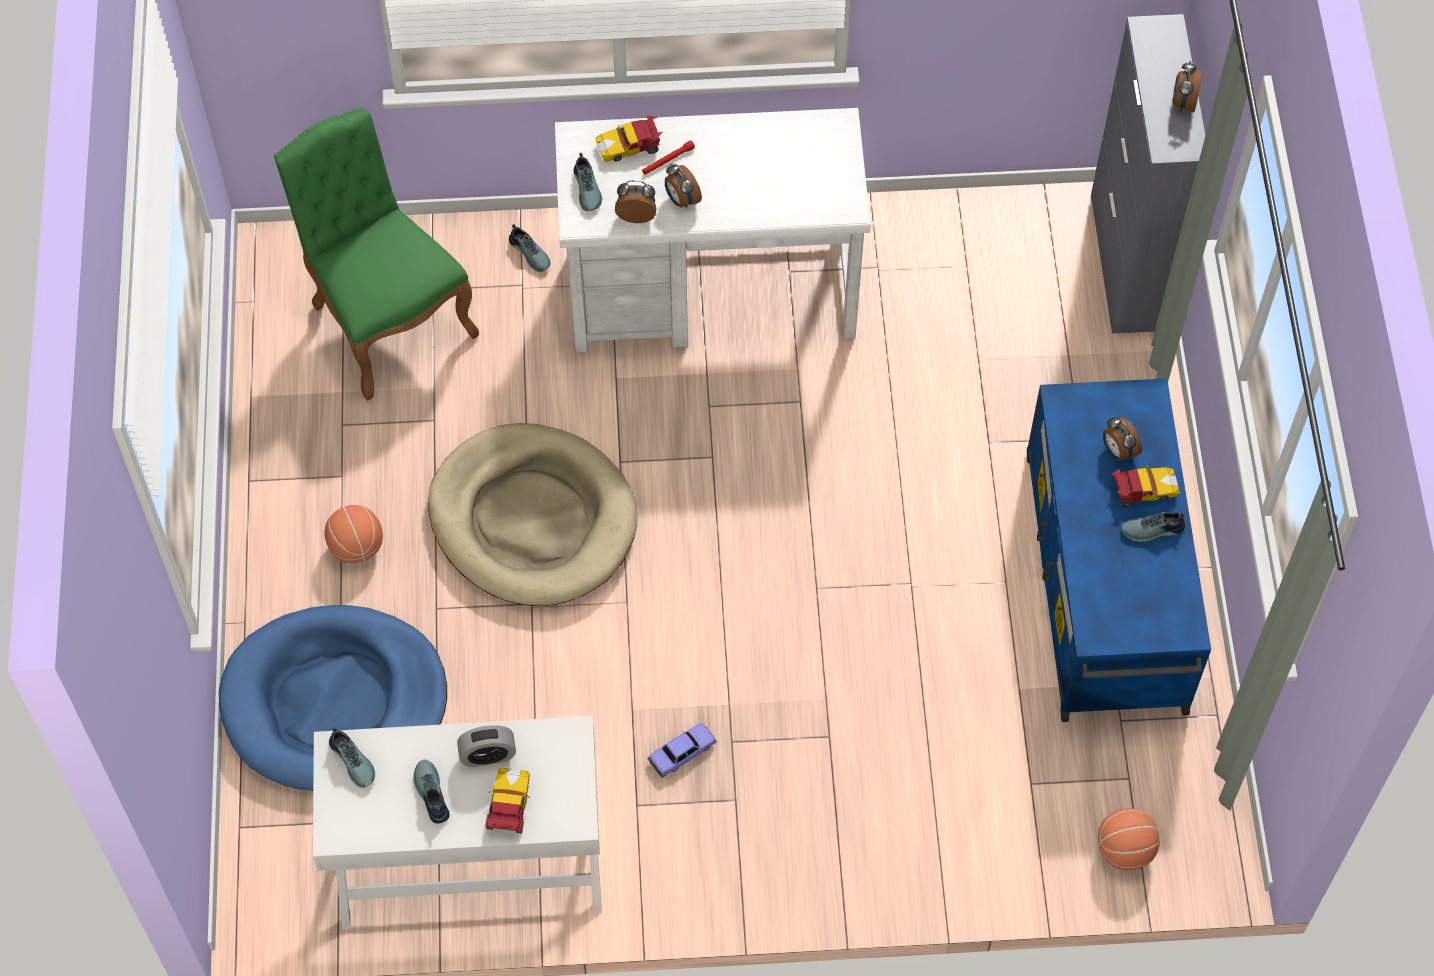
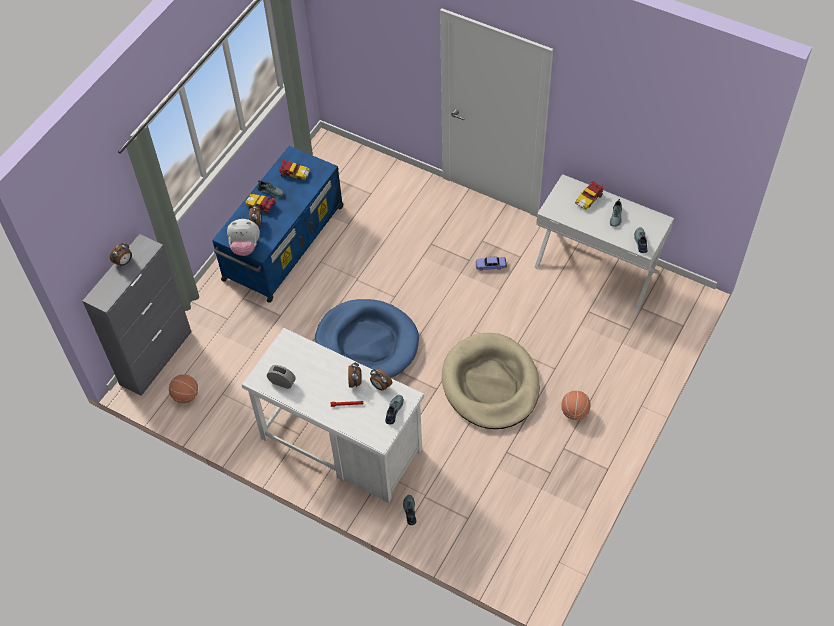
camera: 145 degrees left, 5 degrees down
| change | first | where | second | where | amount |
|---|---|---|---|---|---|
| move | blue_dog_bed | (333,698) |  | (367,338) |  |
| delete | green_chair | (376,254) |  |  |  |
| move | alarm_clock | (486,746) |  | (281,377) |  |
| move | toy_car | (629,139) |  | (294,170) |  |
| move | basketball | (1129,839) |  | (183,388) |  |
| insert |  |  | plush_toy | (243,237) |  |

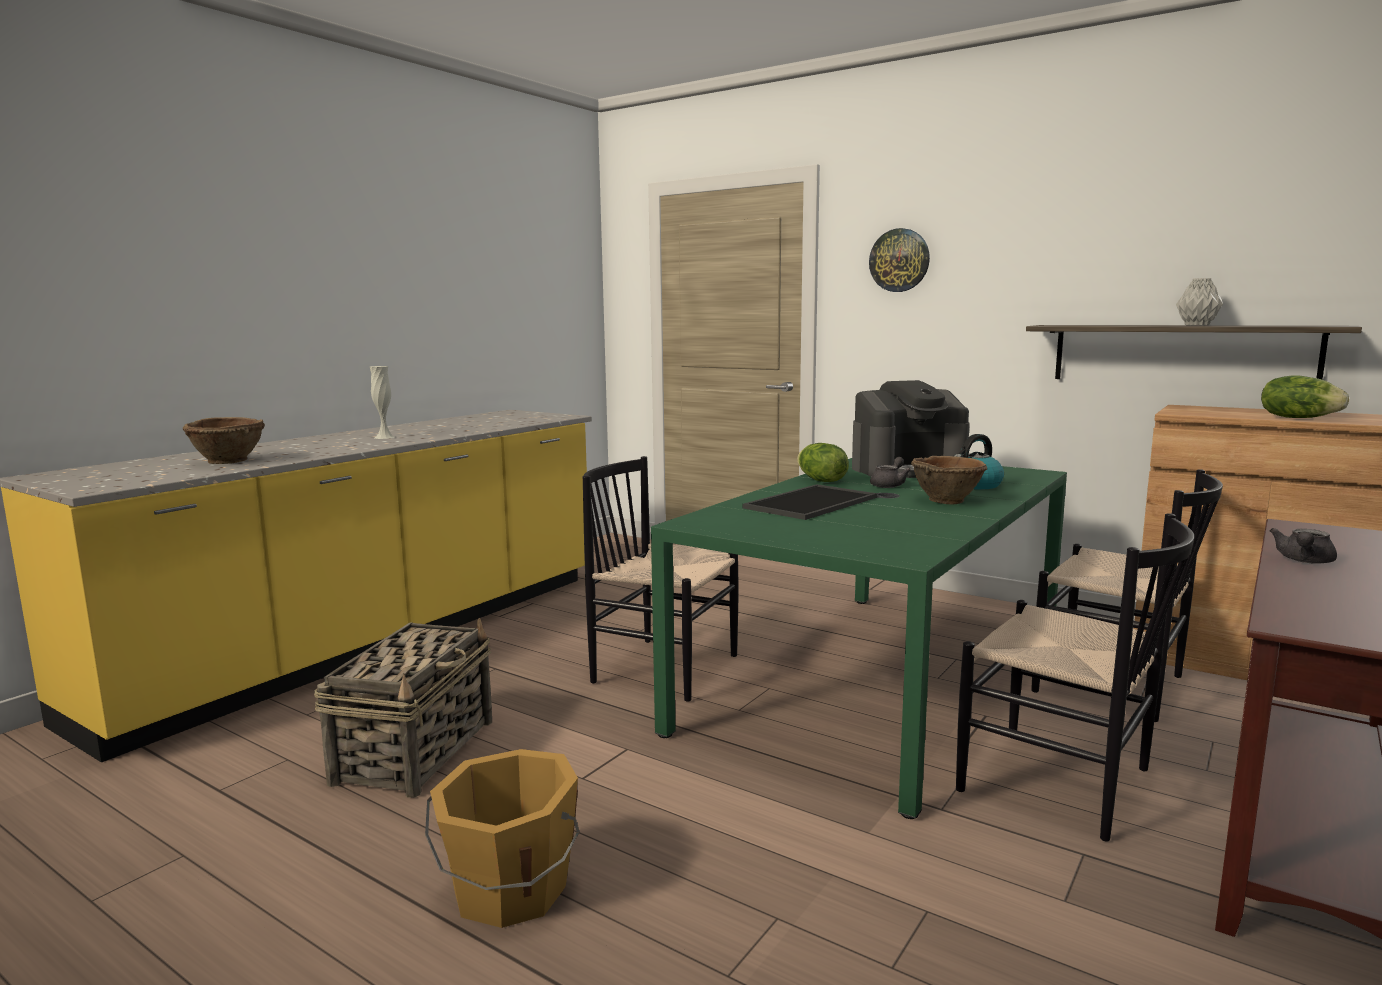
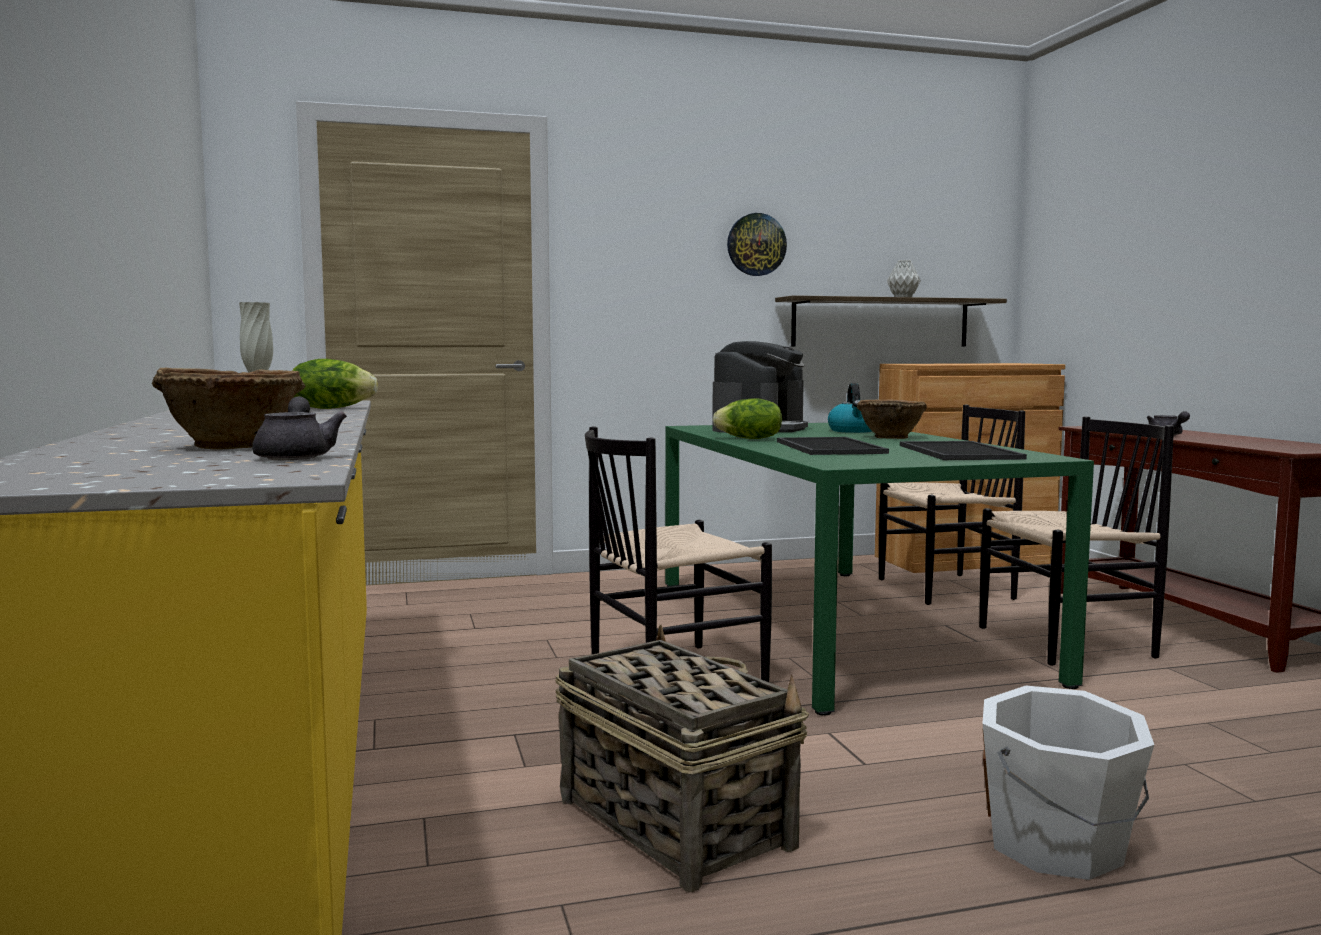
camera: 50 degrees left, 5 degrees down
| change | first | where | second | where | amount |
|---|---|---|---|---|---|
| recolor | orange_bucket | (502,838) | white_bucket | (1068,783) |  |
| move | wall_clock | (899,260) |  | (757,244) |  |
| move | grey_teapot | (890,472) |  | (299,428) |  |
| move | lettuce | (1305,396) |  | (335,384) |  |
| insert |  |  | tray | (963,450) |  |

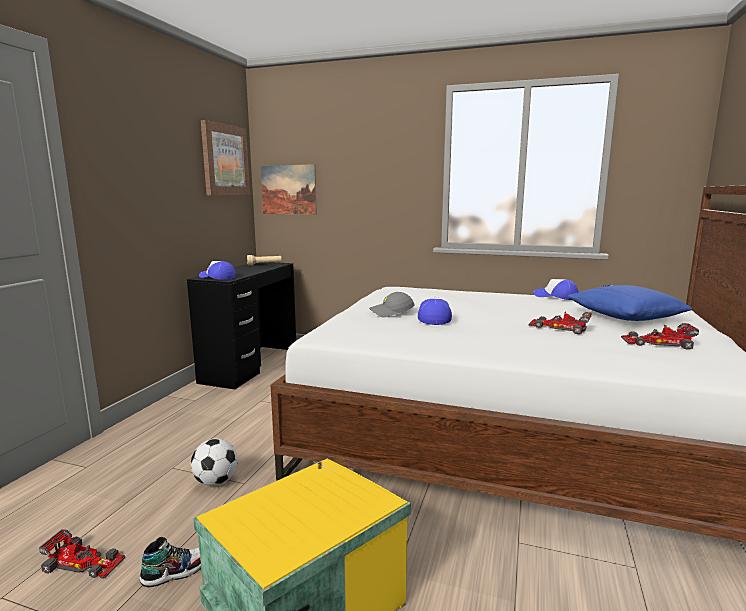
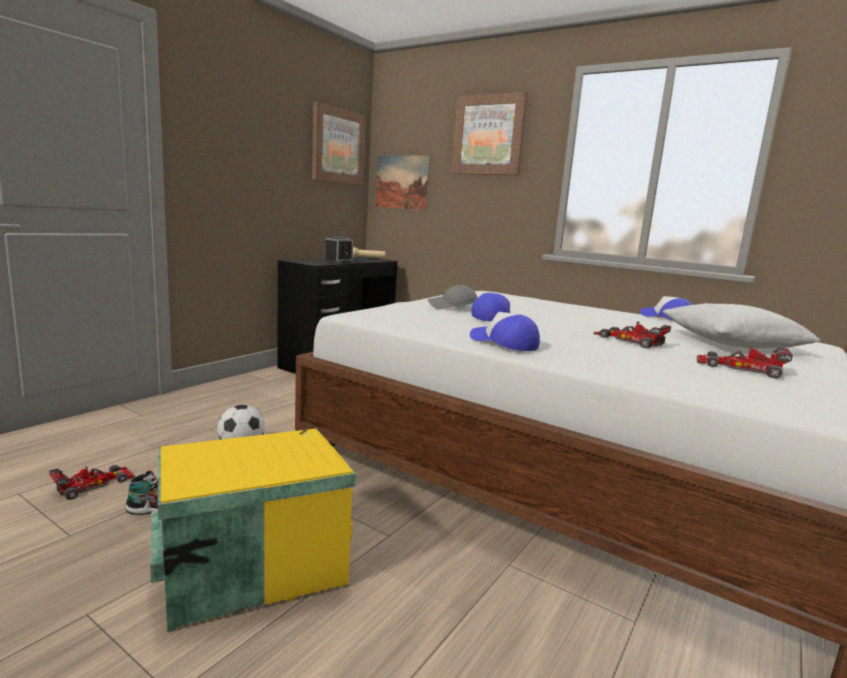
camera: 15 degrees right, 0 degrees up
| change | first | where | second | where | amount |
|---|---|---|---|---|---|
| rotate | toy_car | (82,554) |  | (92,482) | 75 degrees counterclockwise |
| move | cap | (217,270) |  | (505,331) |  |
| recolor | blue_pillow | (630,302) | grey_pillow | (742,325) |  |
| insert |  |  | alarm_clock | (339,249) |  |
| insert |  |  | picture | (489,133) |  |

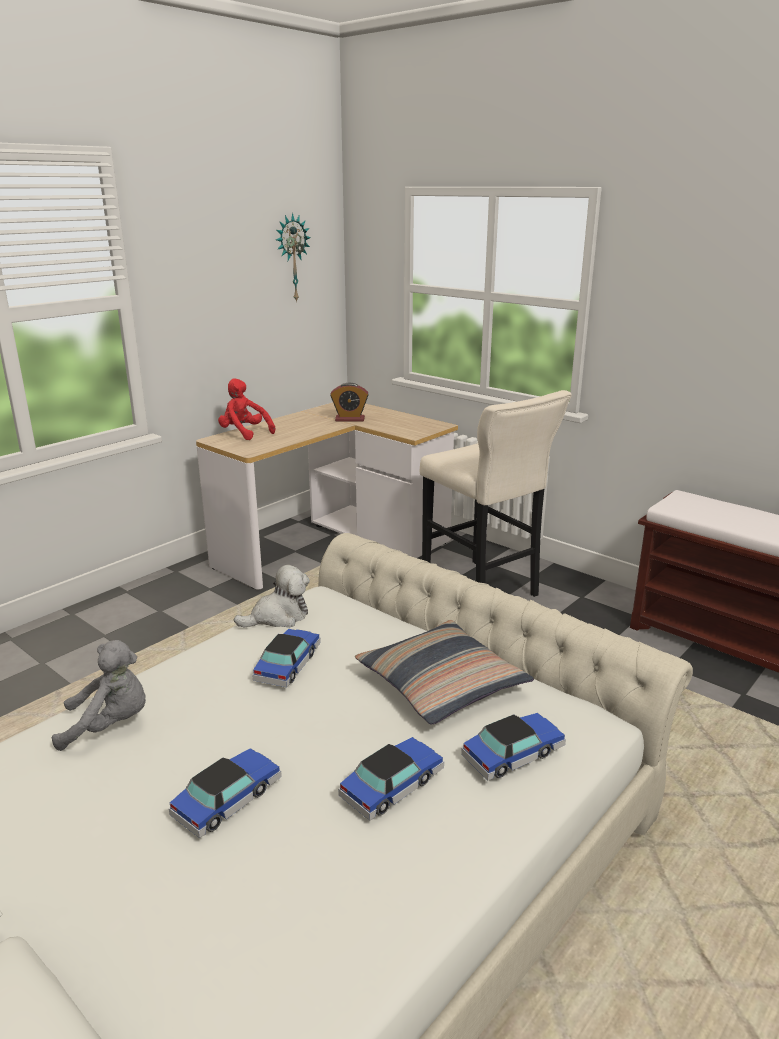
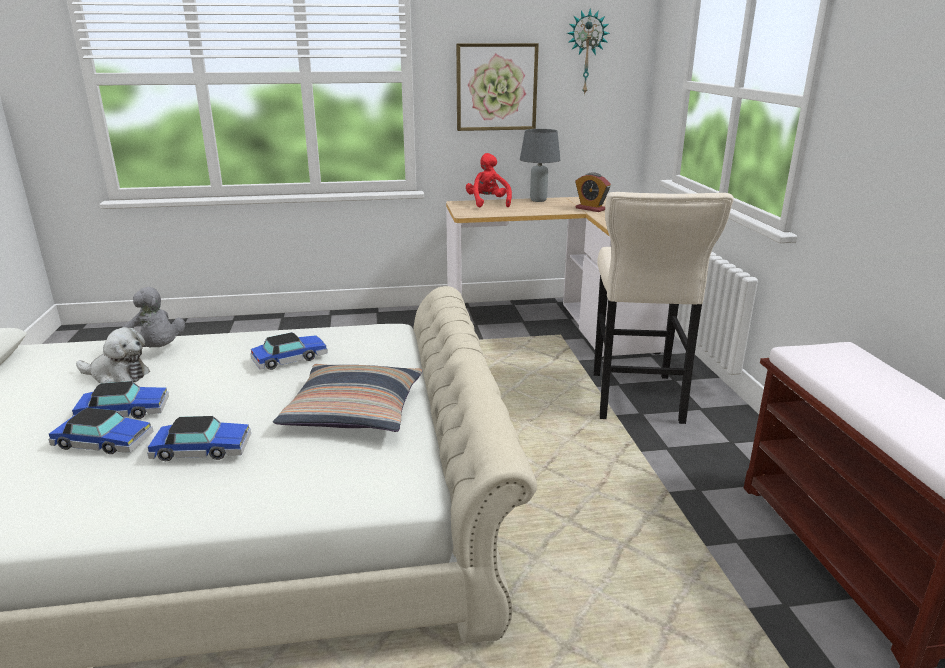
camera: 40 degrees right, 0 degrees up
| change | first | where | second | where | amount |
|---|---|---|---|---|---|
| move | plush_toy | (272,596) |  | (113,355) |  |
| move | toy_car | (513,746) |  | (101,431) |  |
| insert |  |  | picture | (497,87) |  |
| insert |  |  | grey_table_lamp | (540,165) |  |

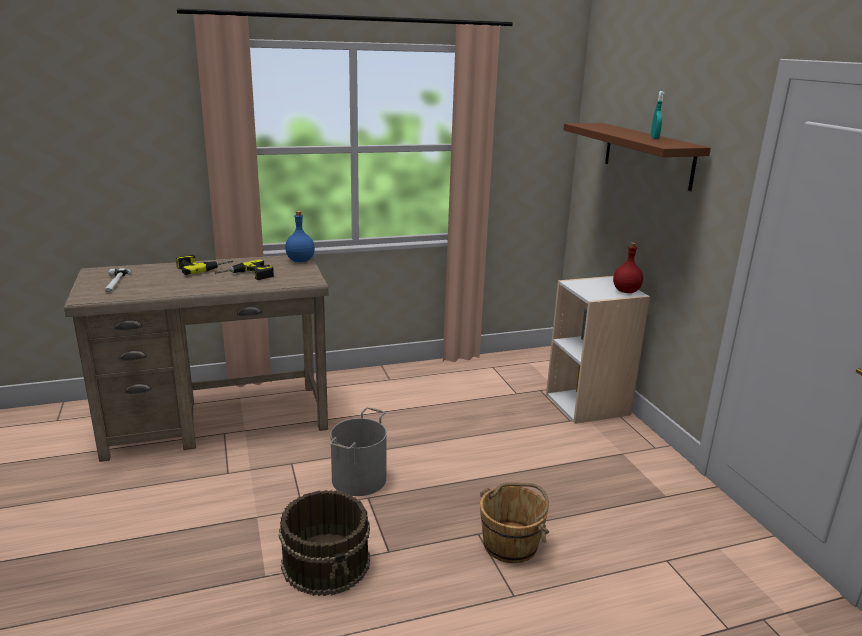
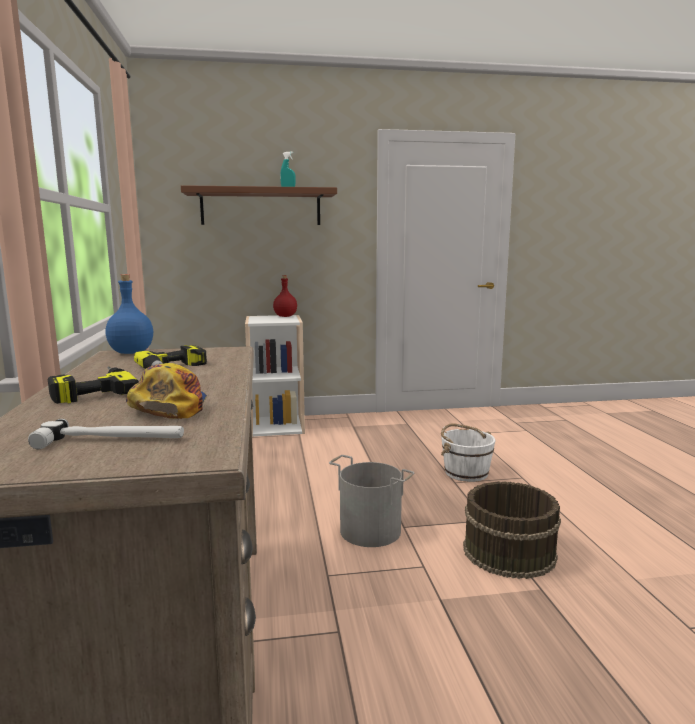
camera: 80 degrees left, 10 degrees down
| change | first | where | second | where | amount |
|---|---|---|---|---|---|
| recolor | brown_bucket | (514,522) | white_bucket | (468,452) |  |
| insert |  |  | cap | (166,391) |  |

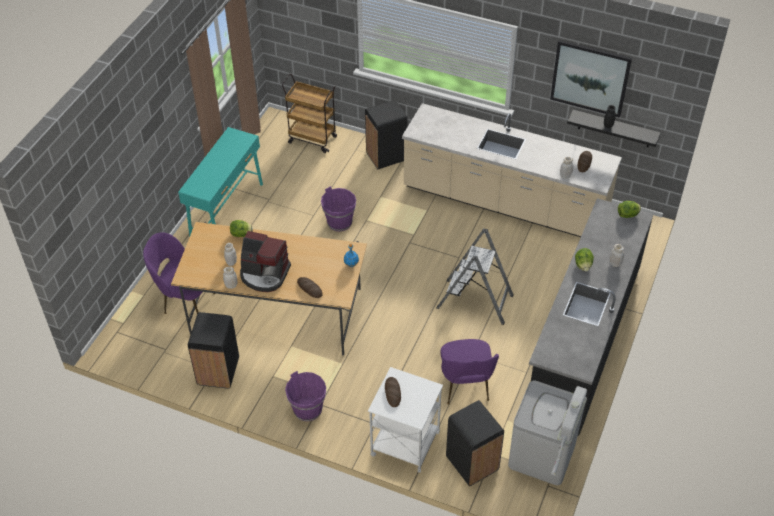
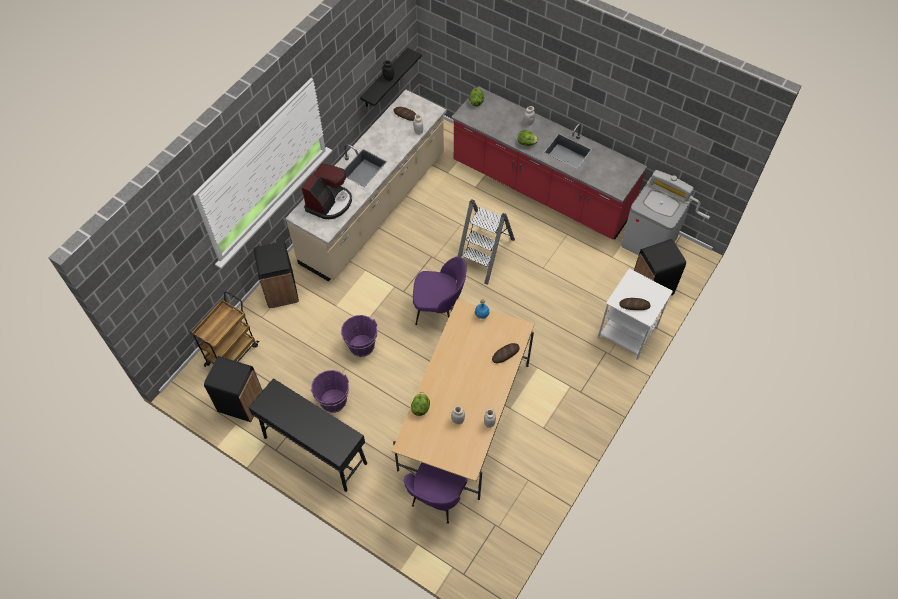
camera: 80 degrees left, 10 degrees up
| change | first | where | second | where | amount |
|---|---|---|---|---|---|
| recolor | turquoise_console_table | (220,182) | black_console_table | (308,435) |  |
| move | black_trash_can | (213,350) |  | (233,389) |  |
| move | coffee_machine | (265,261) |  | (327,191) |  |
| move | purple_bucket | (305,396) |  | (330,391) |  |
| move | purple_chair | (469,372) |  | (440,290) |  |
| recolor | black_counter | (591,317) | red_counter | (549,163) |  |
| delete | picture | (591,79) |  |  |  |

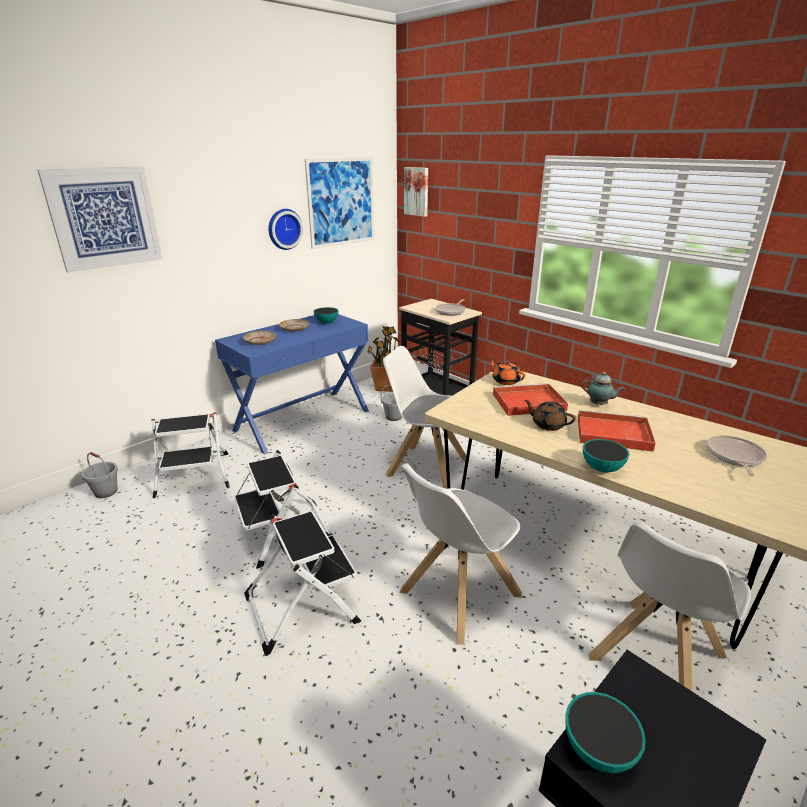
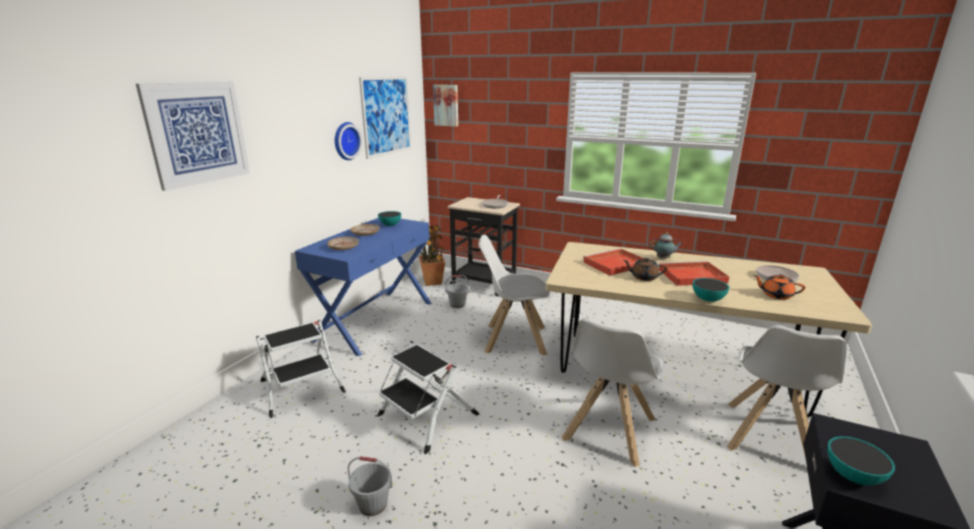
camera: 20 degrees left, 5 degrees down
| change | first | where | second | where | amount |
|---|---|---|---|---|---|
| move | grey_bucket | (100,475) |  | (370,486) |  |
| delete | step_ladder | (302,583) |  |  |  |
| move | orange_teapot | (506,372) |  | (779,287) |  |

